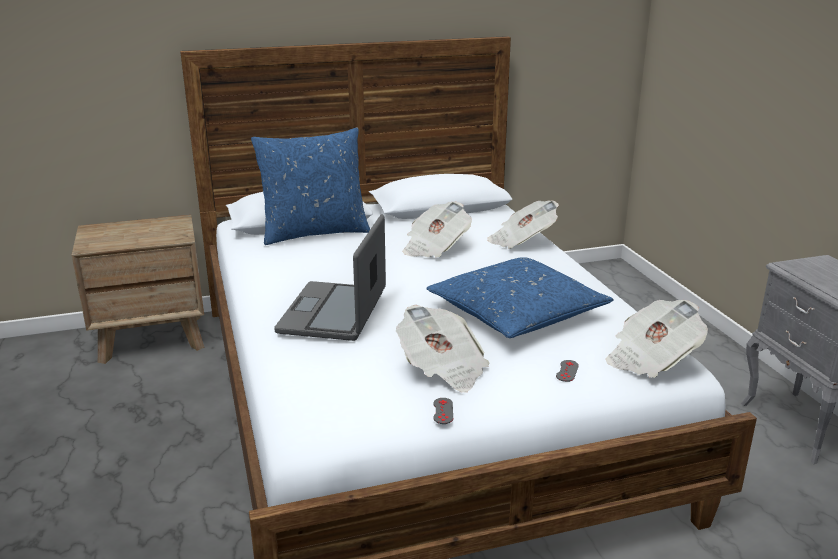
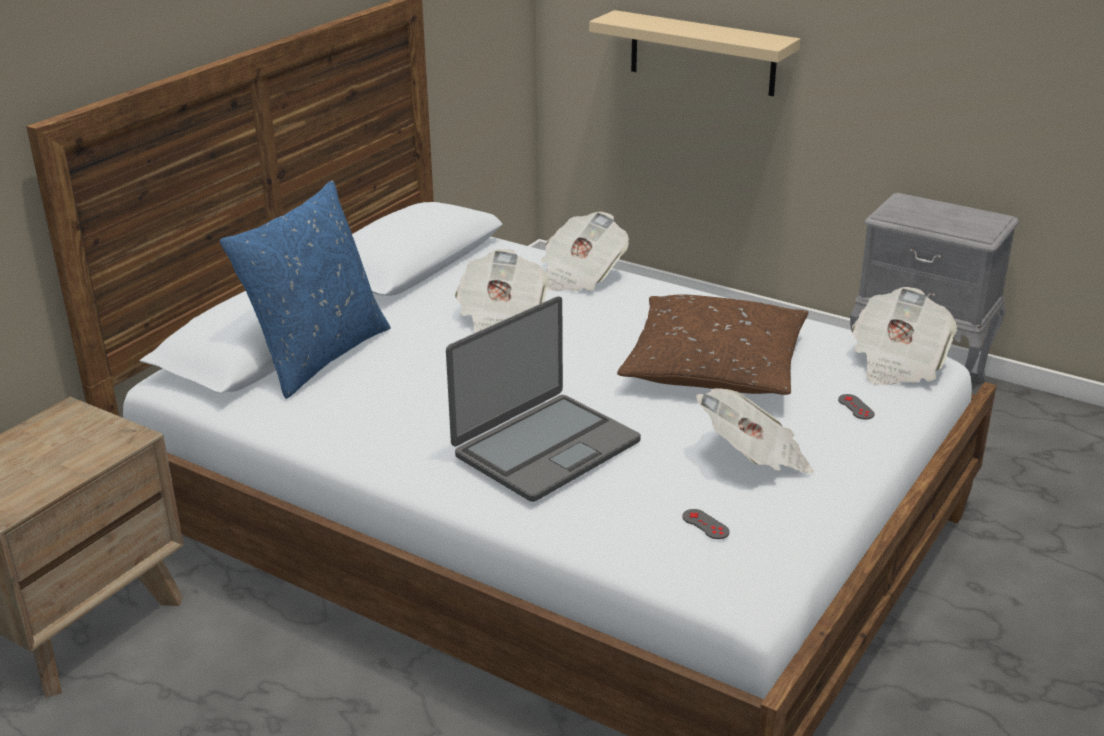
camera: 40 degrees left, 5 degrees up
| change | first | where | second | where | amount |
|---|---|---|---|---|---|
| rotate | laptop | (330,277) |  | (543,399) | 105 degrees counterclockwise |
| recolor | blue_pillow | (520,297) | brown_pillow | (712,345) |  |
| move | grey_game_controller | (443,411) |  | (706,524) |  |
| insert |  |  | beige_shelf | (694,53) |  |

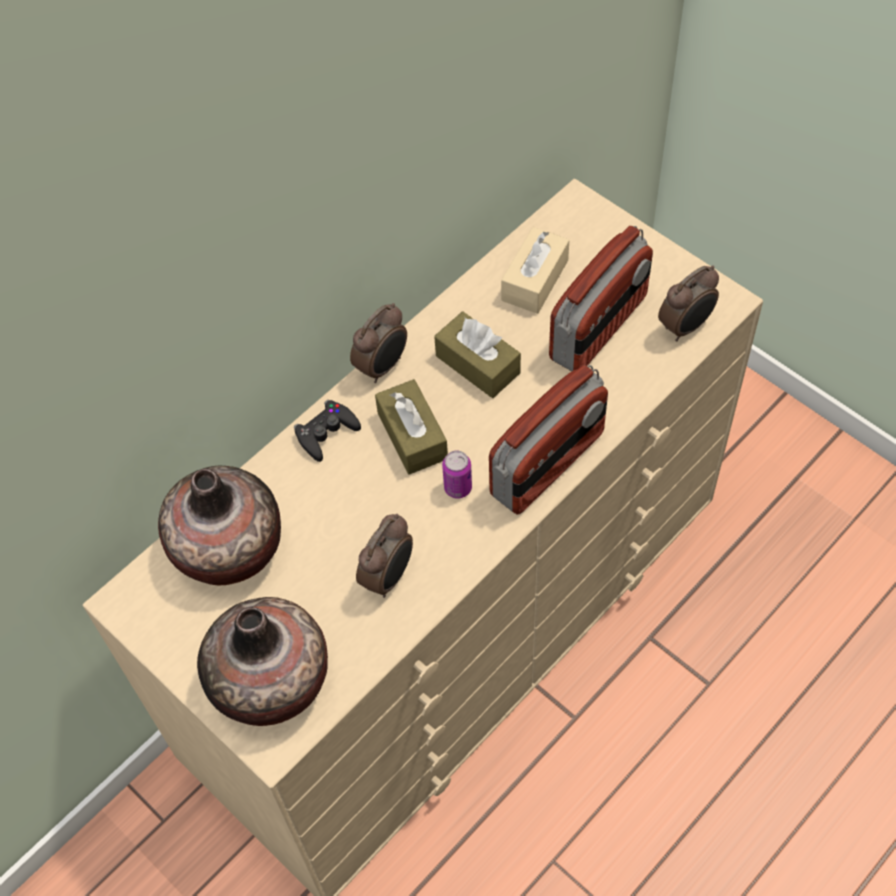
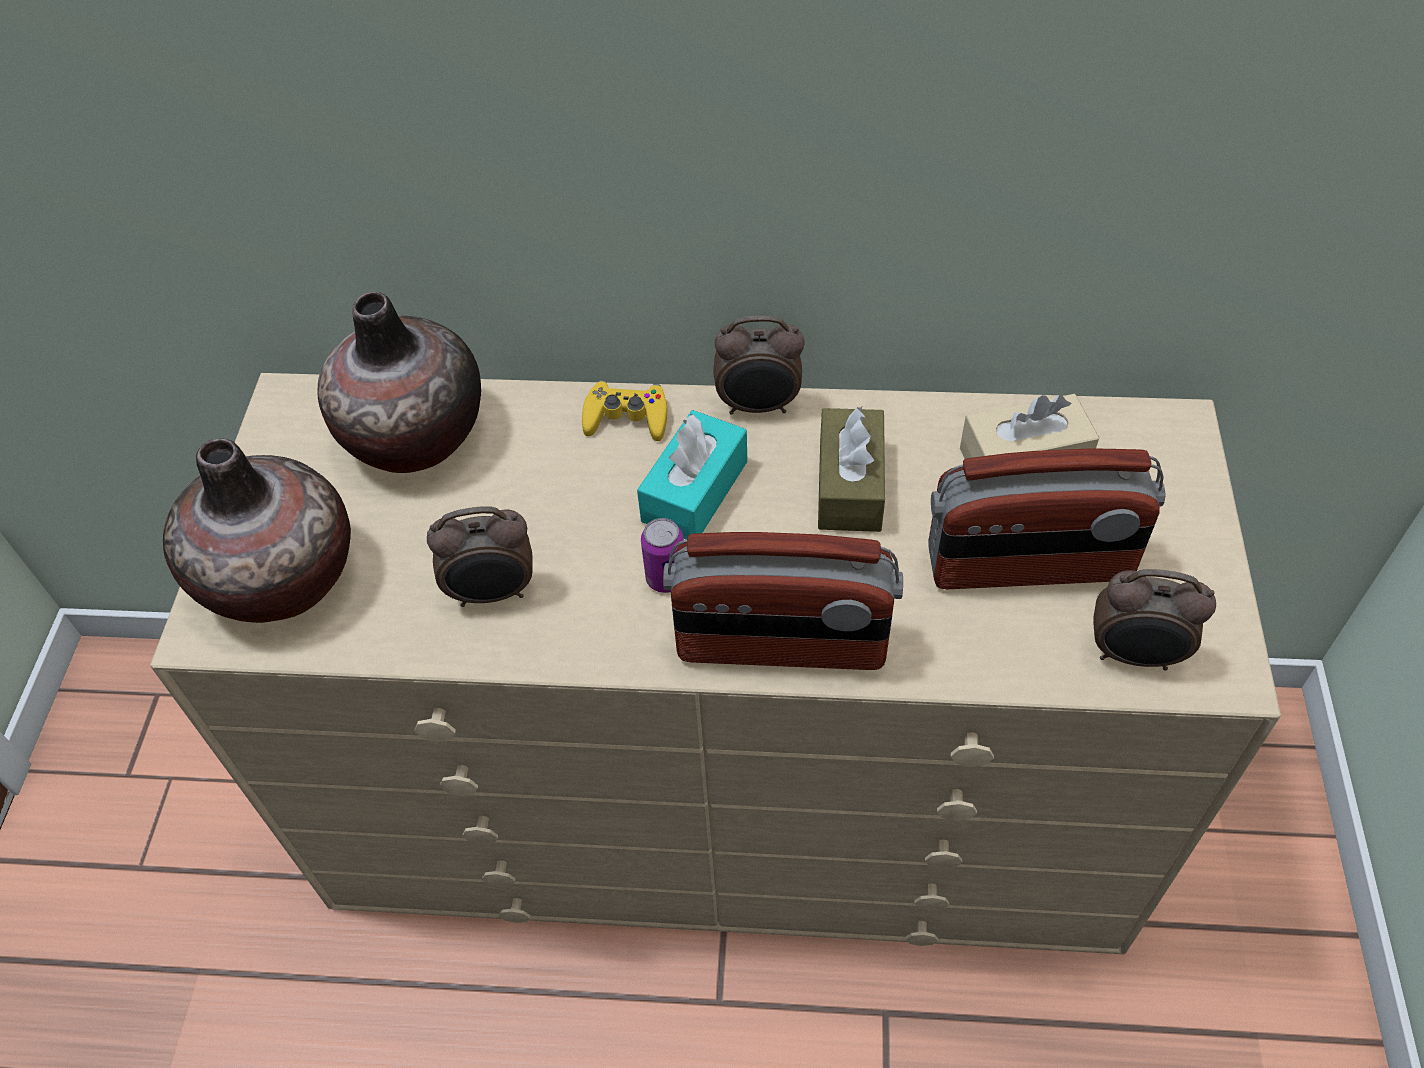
camera: 50 degrees right, 5 degrees down
| change | first | where | second | where | amount |
|---|---|---|---|---|---|
| recolor | black_game_controller | (327,431) | yellow_game_controller | (624,410) |  |
| recolor | brown_tissue_box | (411,427) | turquoise_tissue_box | (692,475) |  |

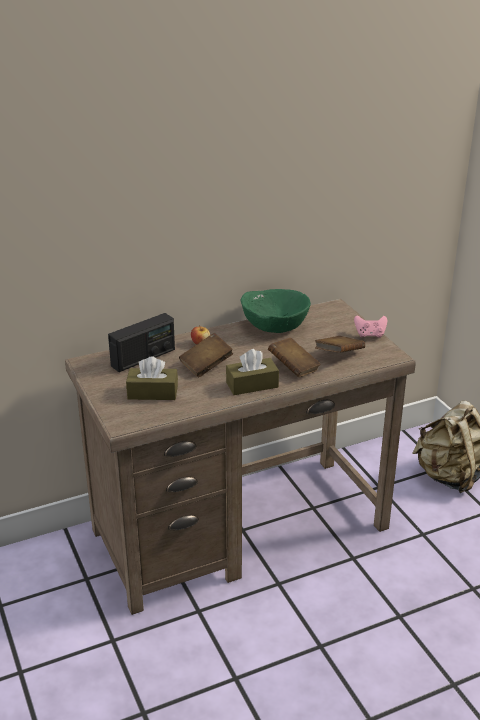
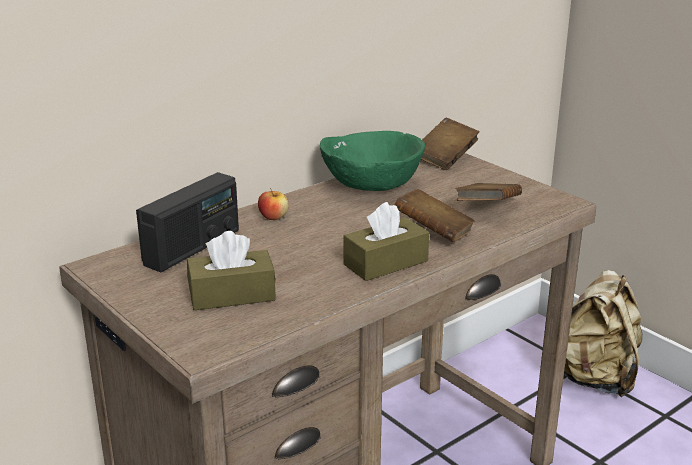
camera: 15 degrees left, 5 degrees down
| change | first | where | second | where | amount |
|---|---|---|---|---|---|
| move | brown_book | (206,355) |  | (450,144) |  |
| delete | pink_game_controller | (370,326) |  |  |  |

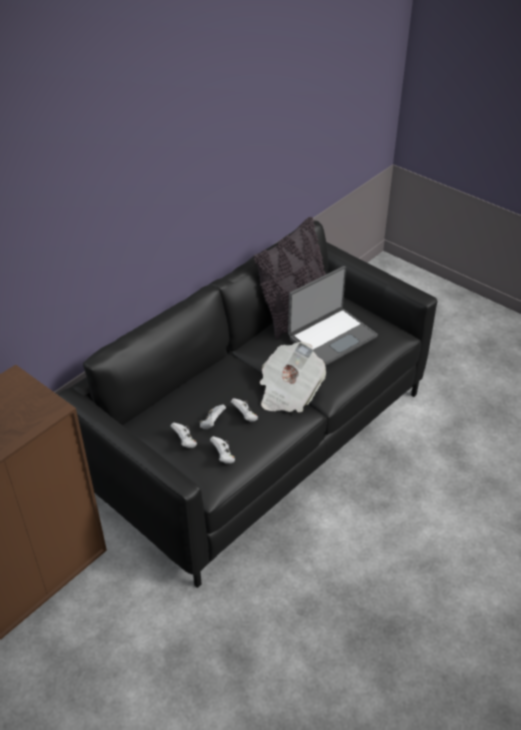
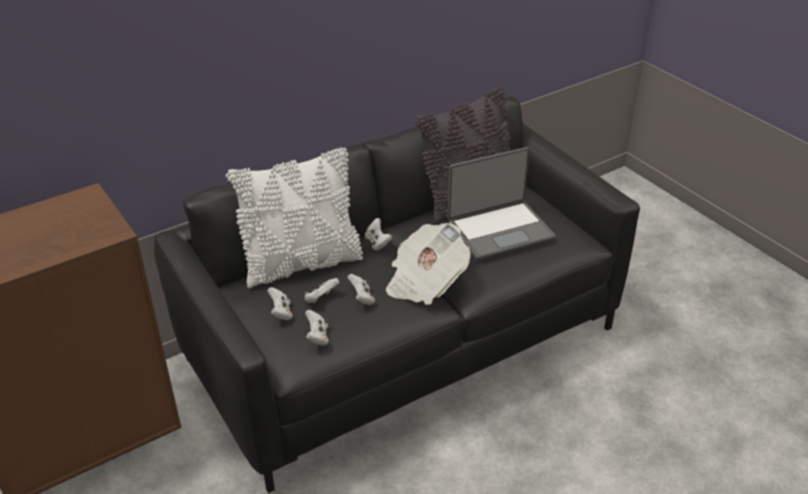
camera: 15 degrees right, 5 degrees down
| change | first | where | second | where | amount |
|---|---|---|---|---|---|
| insert |  |  | white_pillow | (294,217) |  |
| insert |  |  | white_game_controller | (378,234) |  |

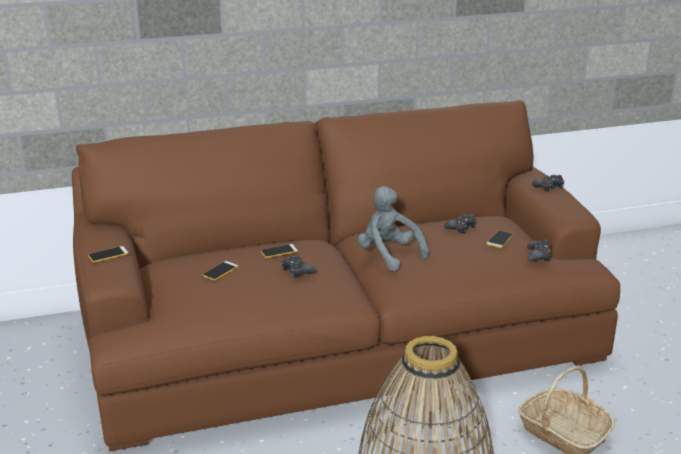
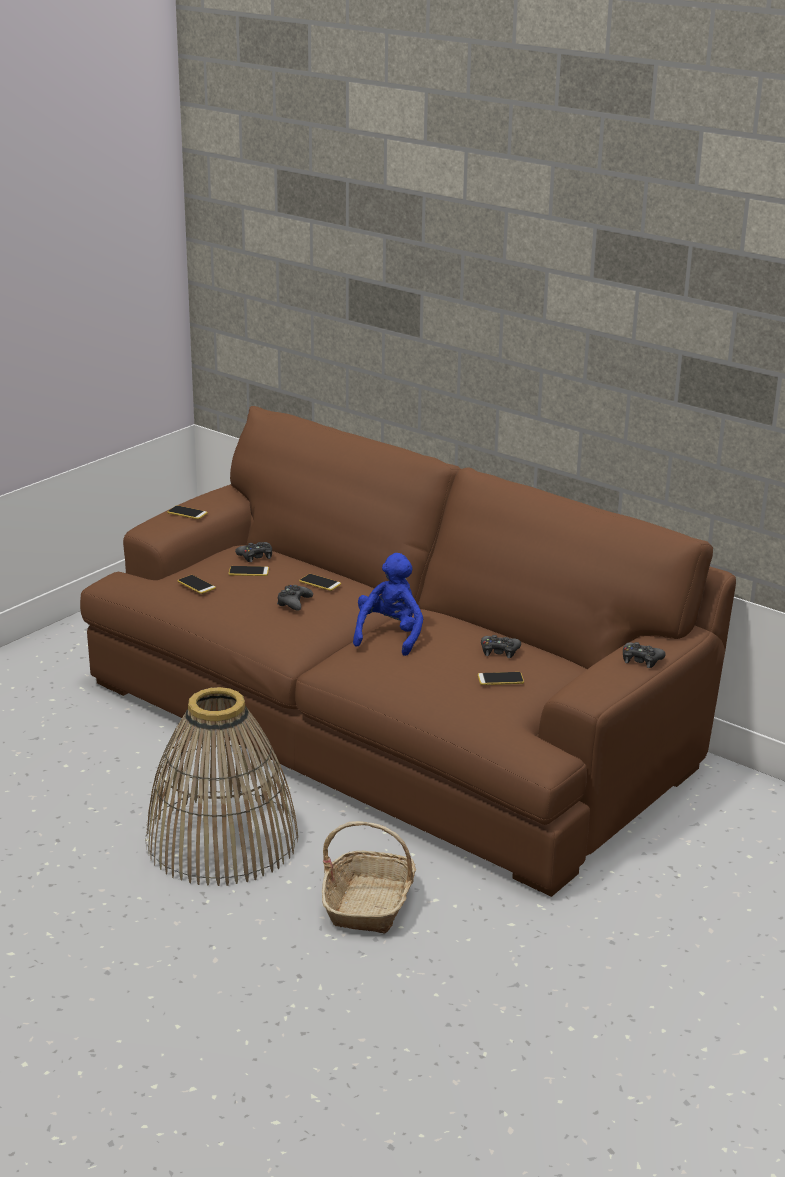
camera: 55 degrees right, 0 degrees up
| change | first | where | second | where | amount |
|---|---|---|---|---|---|
| recolor | grey_plush_toy | (393,228) | blue_plush_toy | (388,604) |  |
| move | black_game_controller | (539,250) |  | (253,552) |  |
| insert |  |  | phone | (196,584) |  |

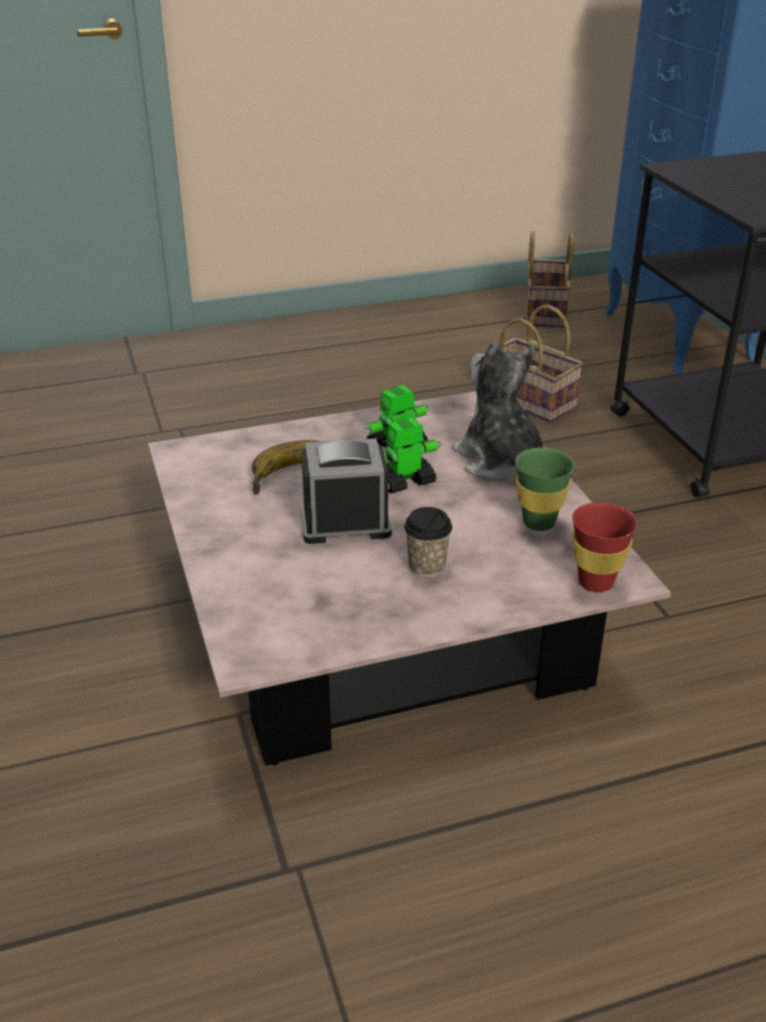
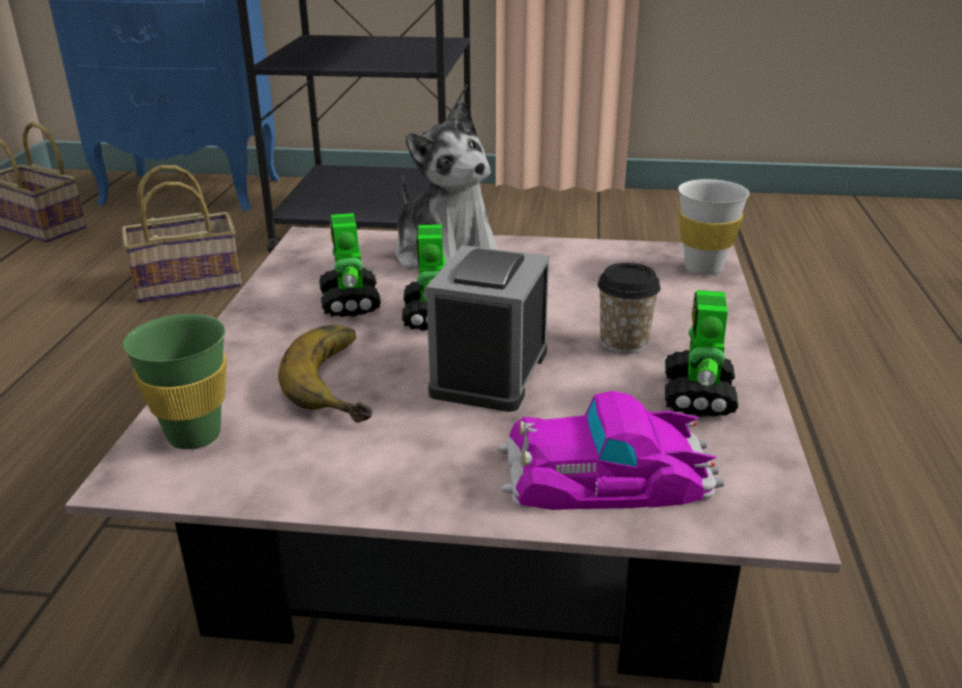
camera: 65 degrees left, 5 degrees down
| change | first | where | second | where | amount |
|---|---|---|---|---|---|
| rotate | plush_toy | (499,411) |  | (447,185) | 120 degrees counterclockwise |
| move | green_cup | (545,489) |  | (175,381) |  |
| recolor | red_cup | (605,547) | white_cup | (714,227) |  |
| insert |  |  | toy_car | (610,450) |  |
| insert |  |  | toy_robot | (701,353) |  |

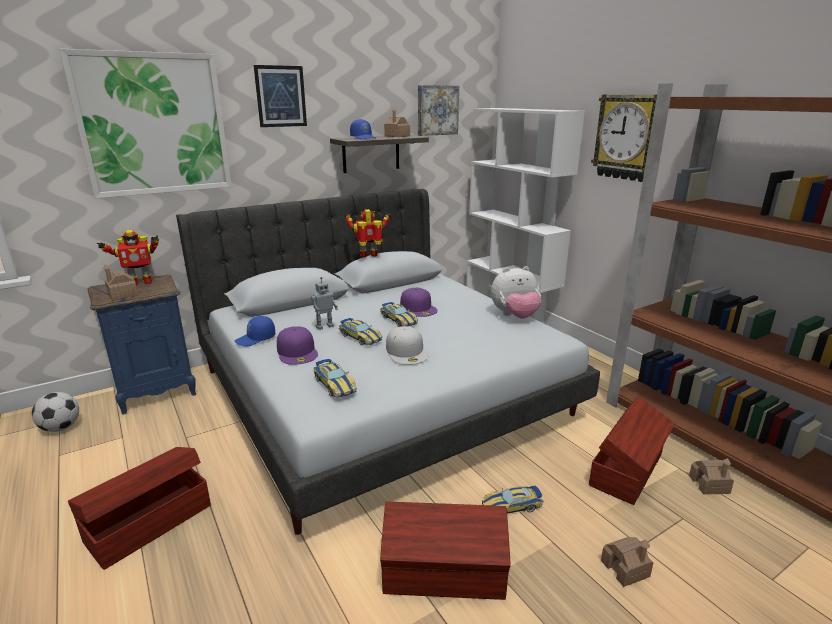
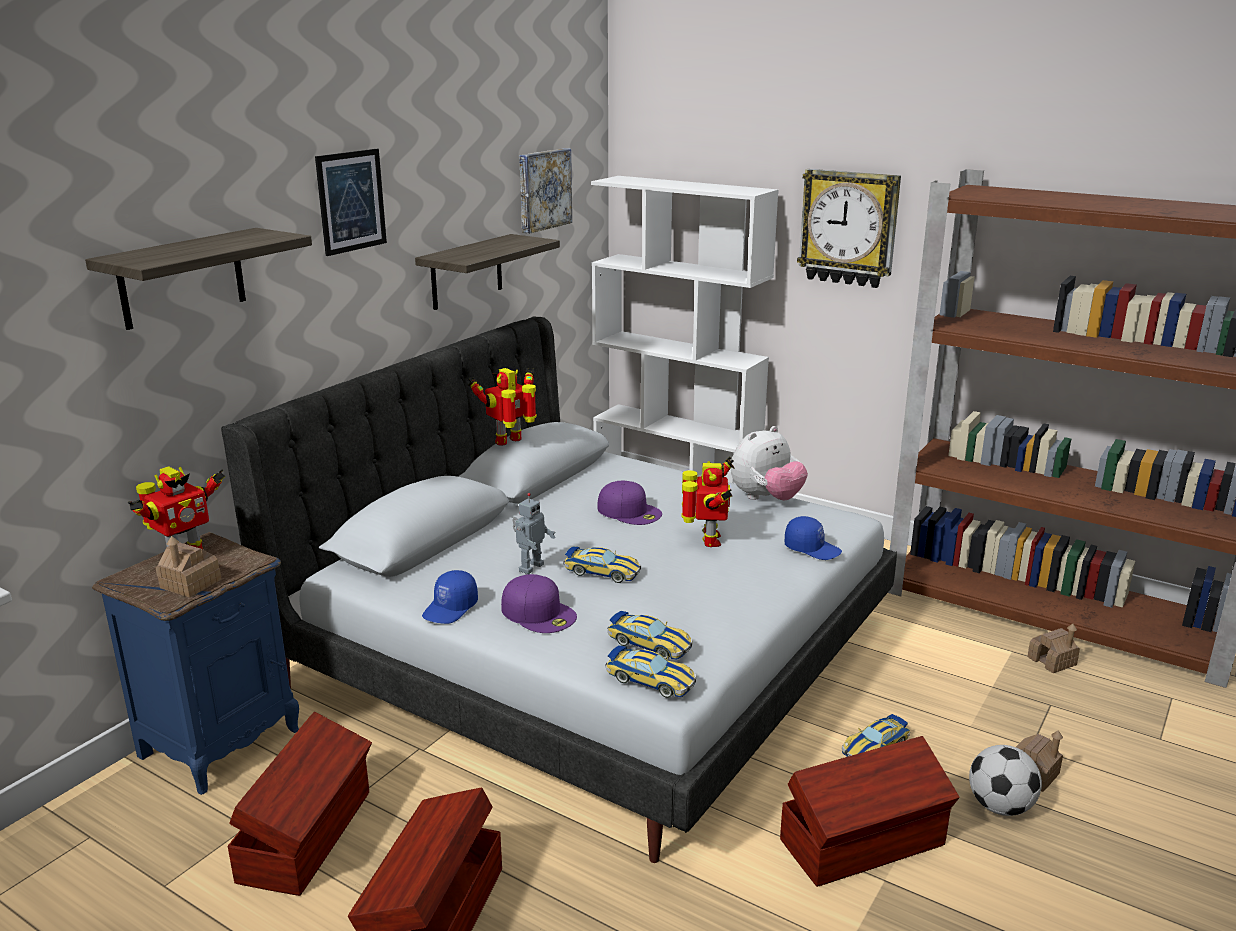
camera: 25 degrees left, 0 degrees up
| change | first | where | second | where | amount |
|---|---|---|---|---|---|
| move | football | (55,412) |  | (1005,780) |  |
| replace | picture | (145,124) | shelf | (198,279) |  |
| move | blue_cap | (363,129) |  | (813,538) |  |
| move | toy_car | (399,314) |  | (651,671) |  |
| delete | toy_house | (397,122) |  |  |  |
| delete | white_cap | (407,345) |  |  |  |
| move | brown_storage_box | (632,450) |  | (299,804) |  |
| insert |  |  | toy_robot | (708,502) |  |

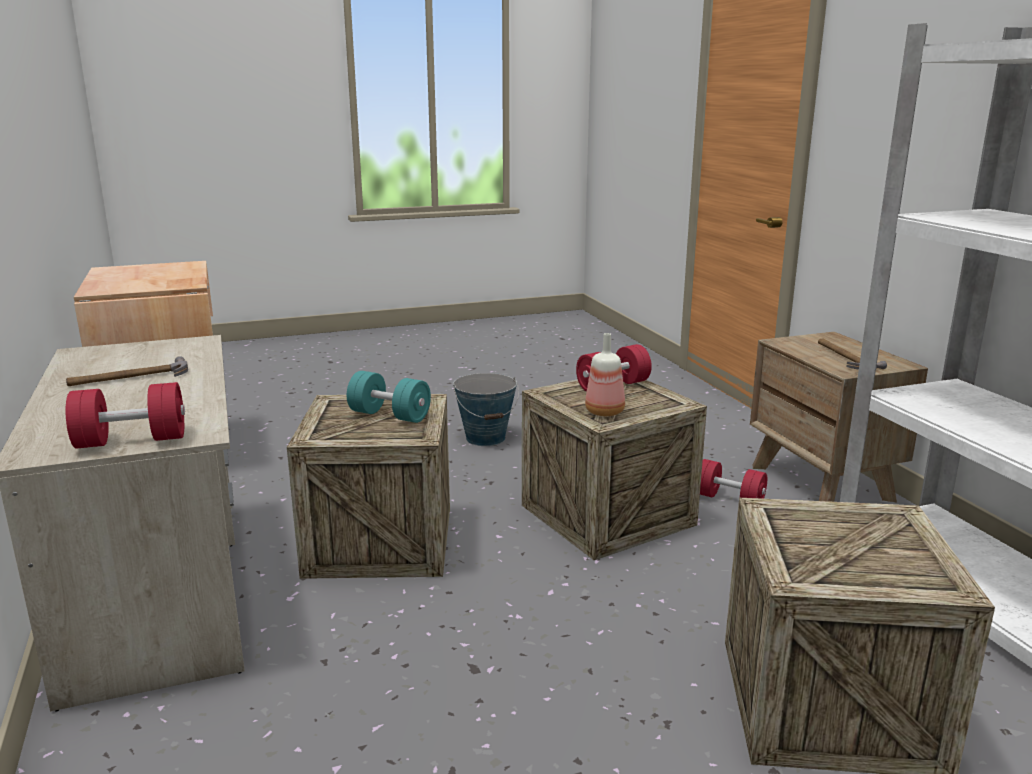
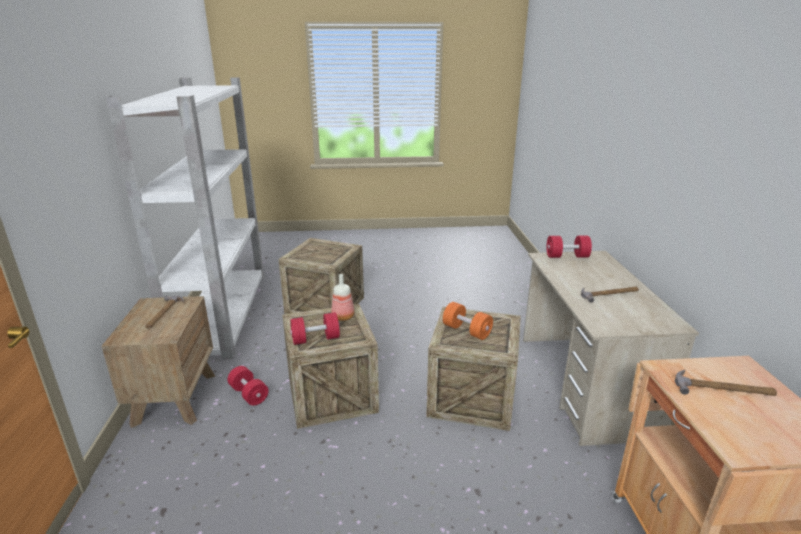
camera: 165 degrees left, 5 degrees up
| change | first | where | second | where | amount |
|---|---|---|---|---|---|
| recolor | turquoise_dumbbell | (389,397) | orange_dumbbell | (468,321) |  |
| delete | bucket | (486,409) |  |  |  |
| insert |  |  | hammer | (726,383) |  |

